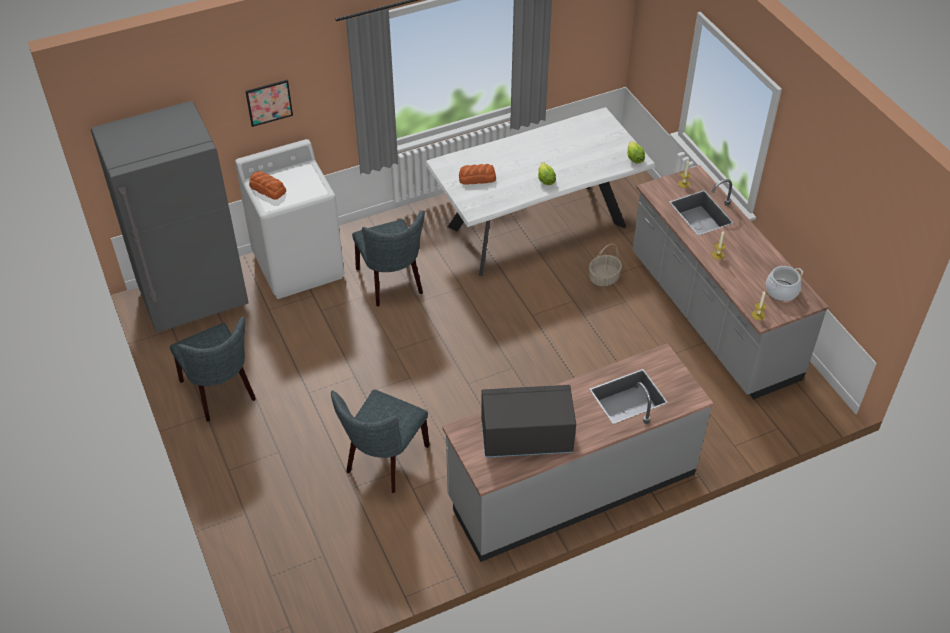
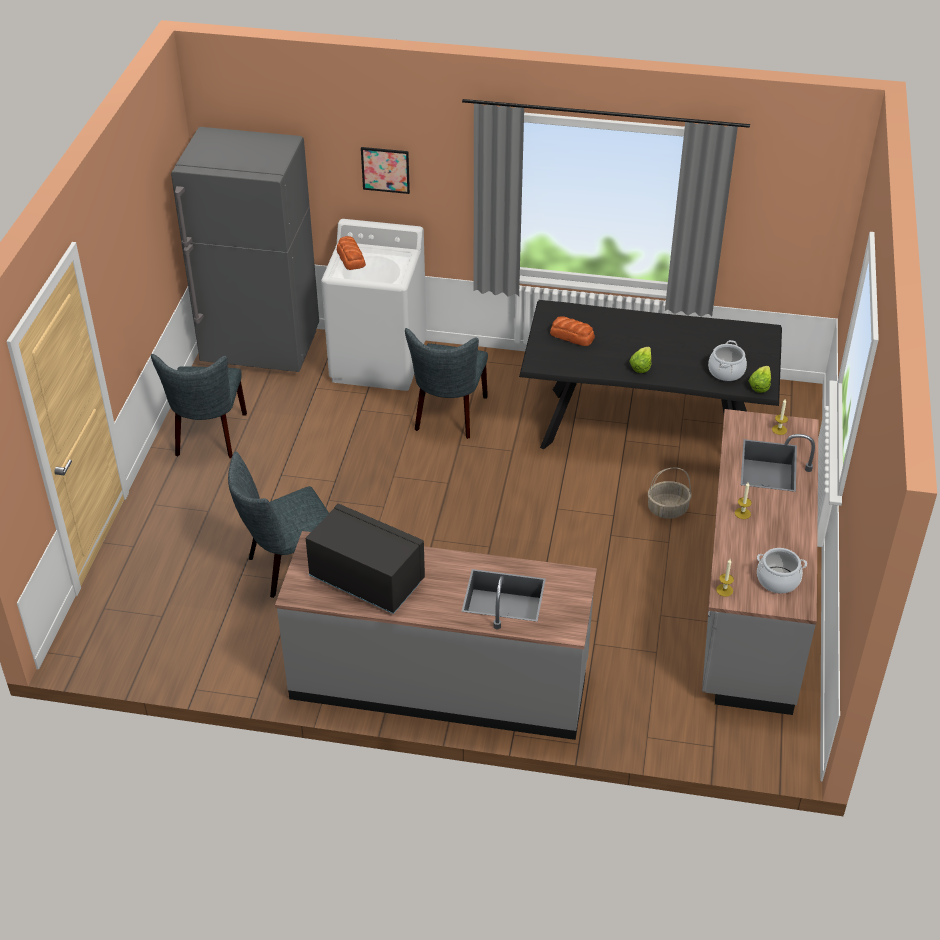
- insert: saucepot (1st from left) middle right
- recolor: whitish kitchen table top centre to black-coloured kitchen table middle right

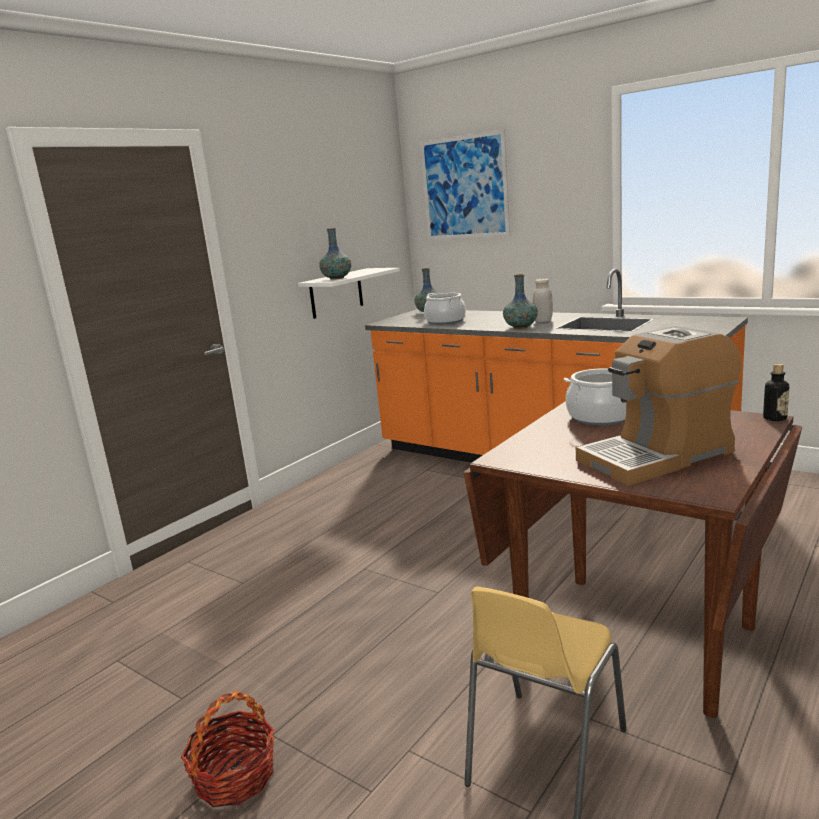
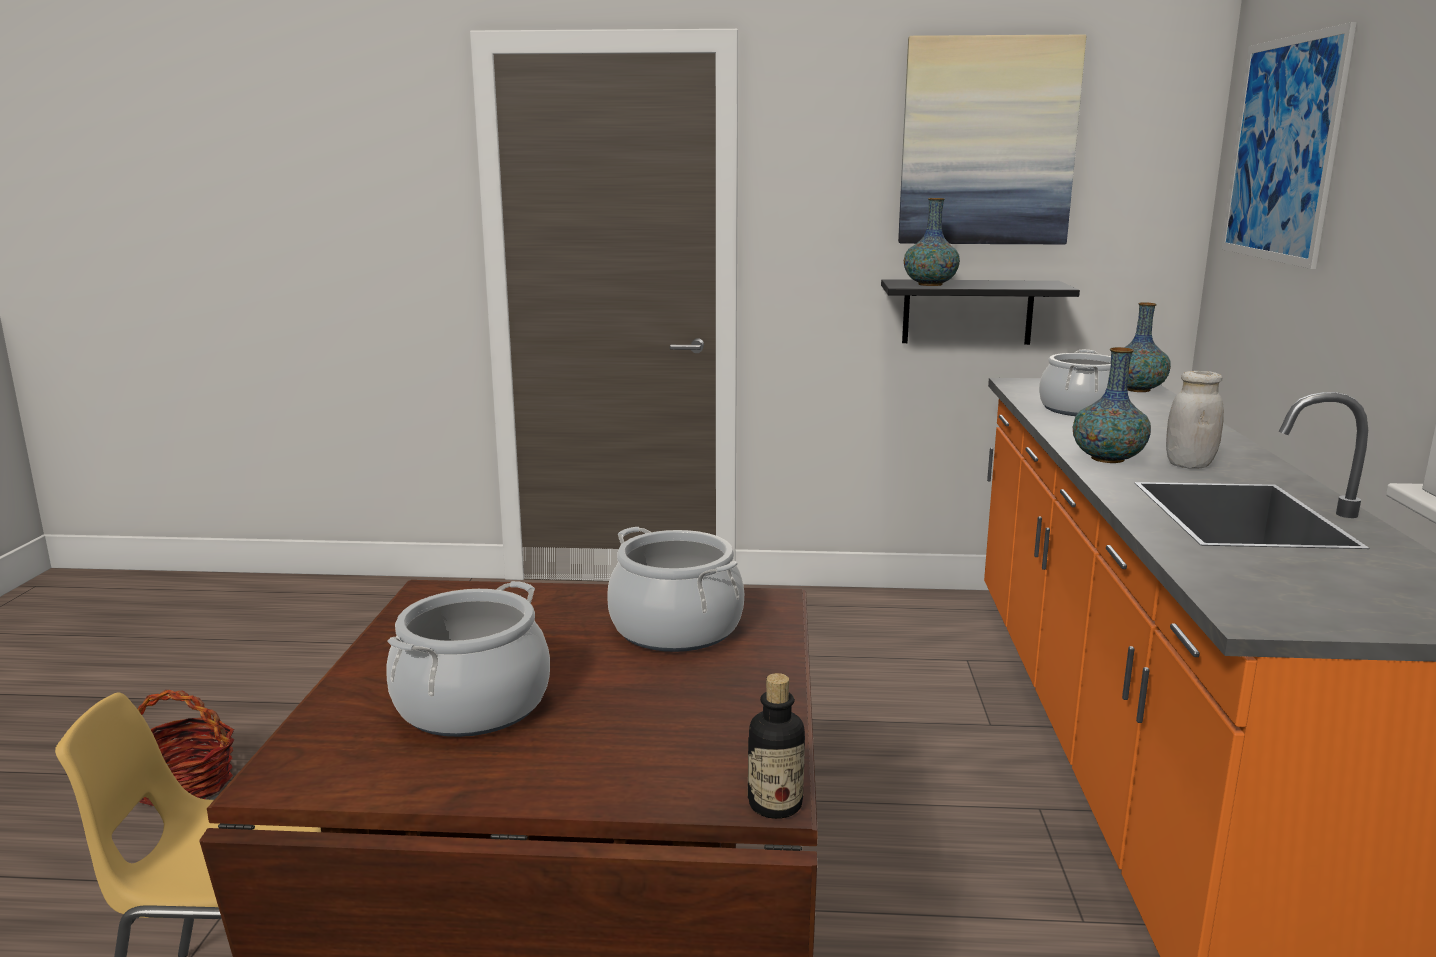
- insert: picture (1st from left) top right
- replace: coffee maker middle right to saucepot (1st from left) bottom left
- recolor: whitish bracket shelf centre to black-coloured bracket shelf top right

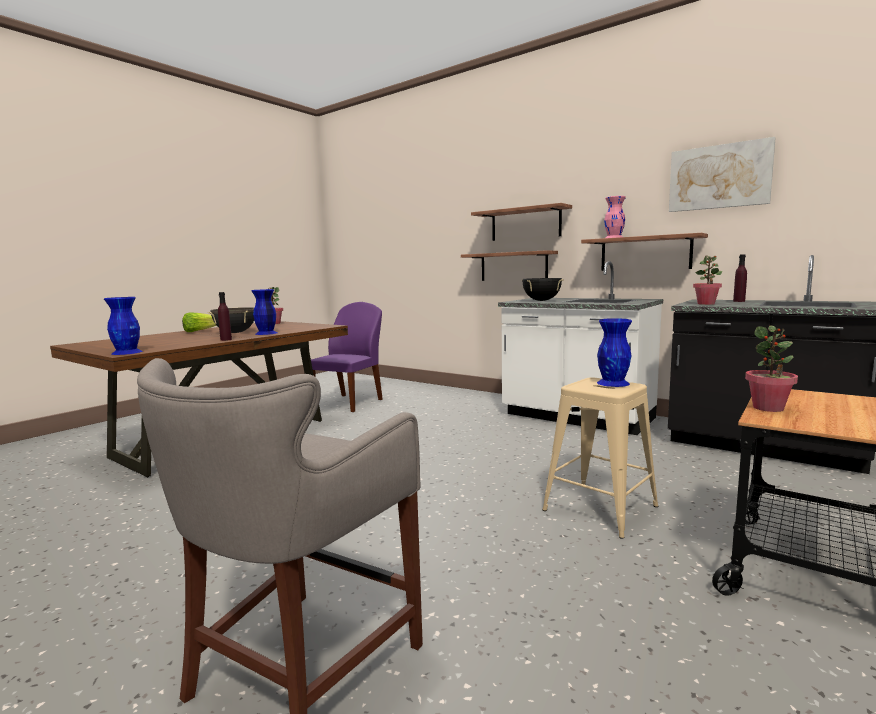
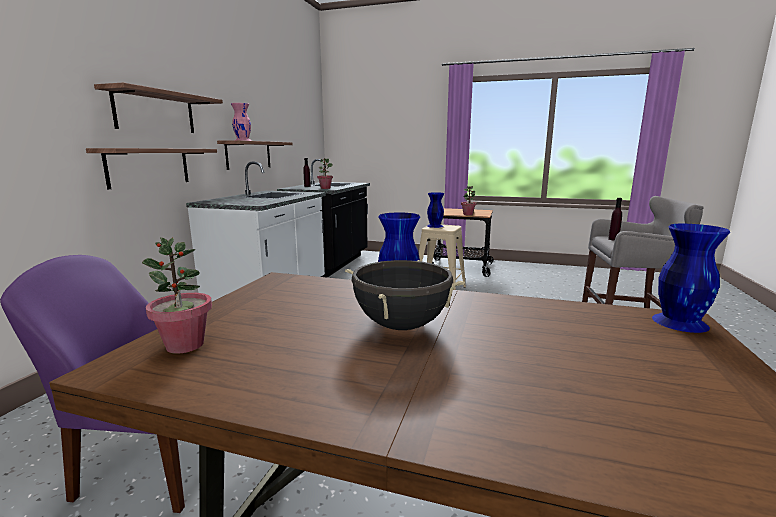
- delete: head of lettuce middle left
- delete: black-coloured saucepot (2nd from left) centre
- delete: picture top right
- move: purplish beverage bottle (1st from left in the first image) middle left to purplish beverage bottle (2nd from left) middle right

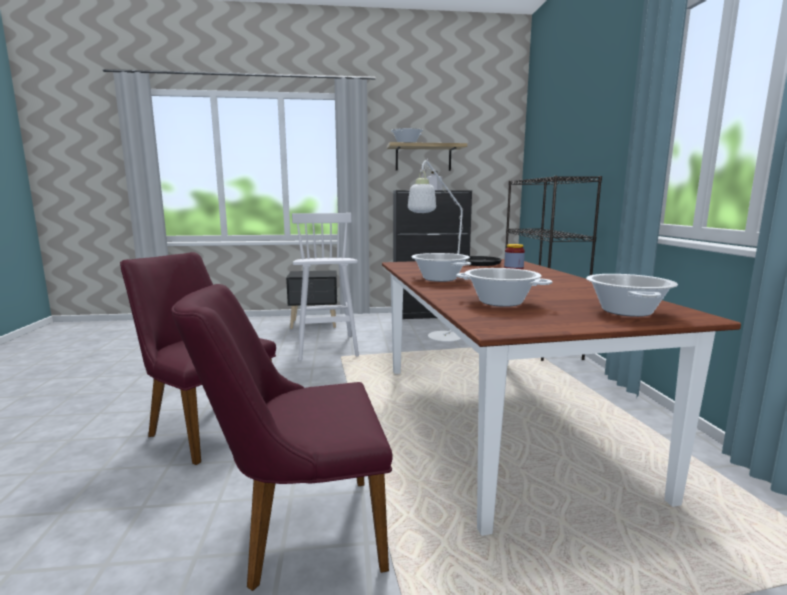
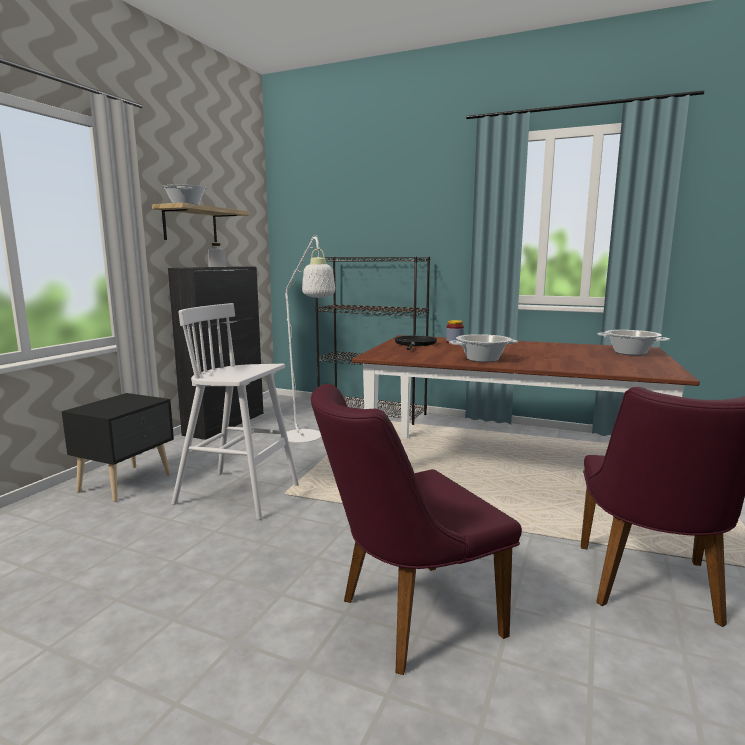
- delete: saucepot (3rd from left) centre

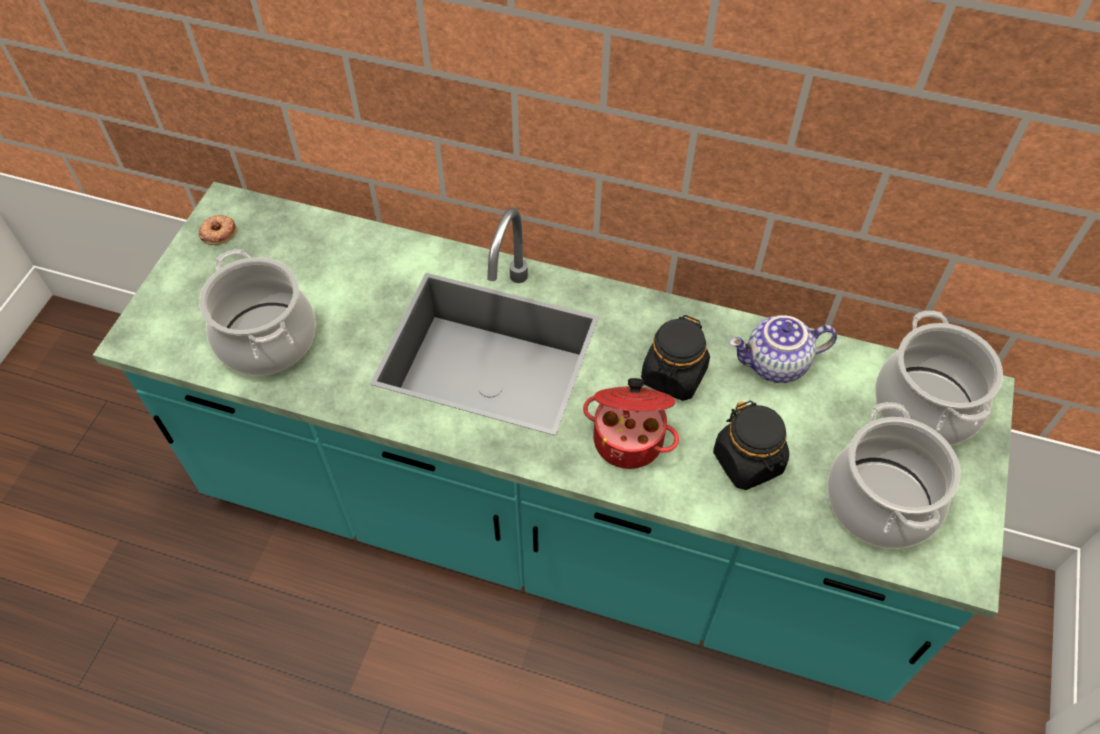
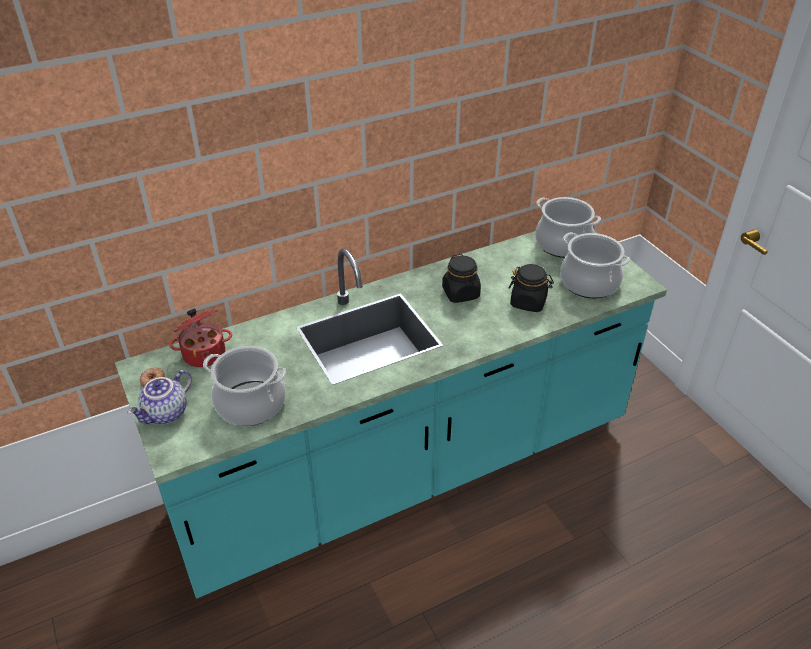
- move: saucepot (2nd from left in the first image) centre to saucepot (1st from left) middle left
- move: tea pot middle right to middle left

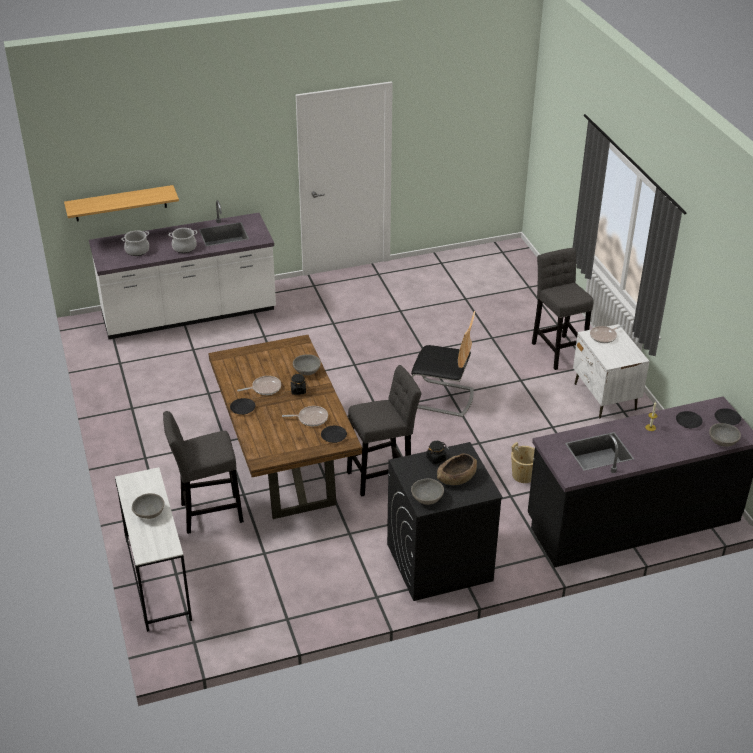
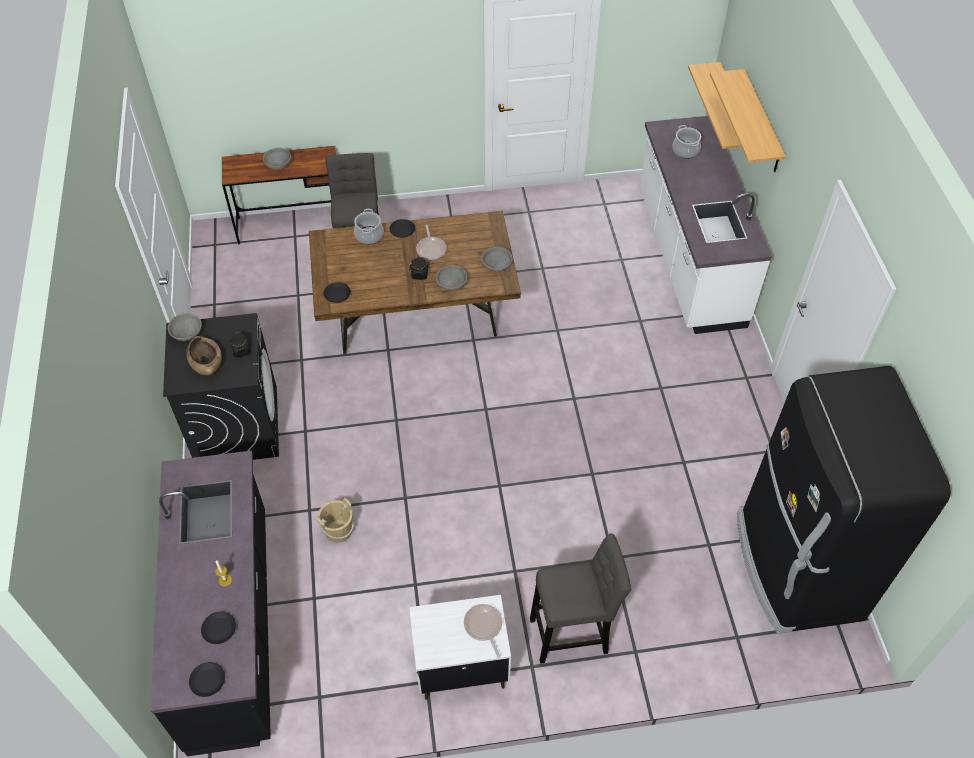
- delete: pan (2nd from left) centre
- delete: gray sitting stool (2nd from left) centre
- delete: chair centre
- insert: bracket shelf (2nd from left) top right
- insert: black-coloured fridge middle right
- move: saucepot (2nd from left in the first image) top left to saucepot (1st from left) top centre
- move: gray serving bowl (4th from left) middle right to centre
- recolor: whitish desk unit bottom left to brown desk unit top left

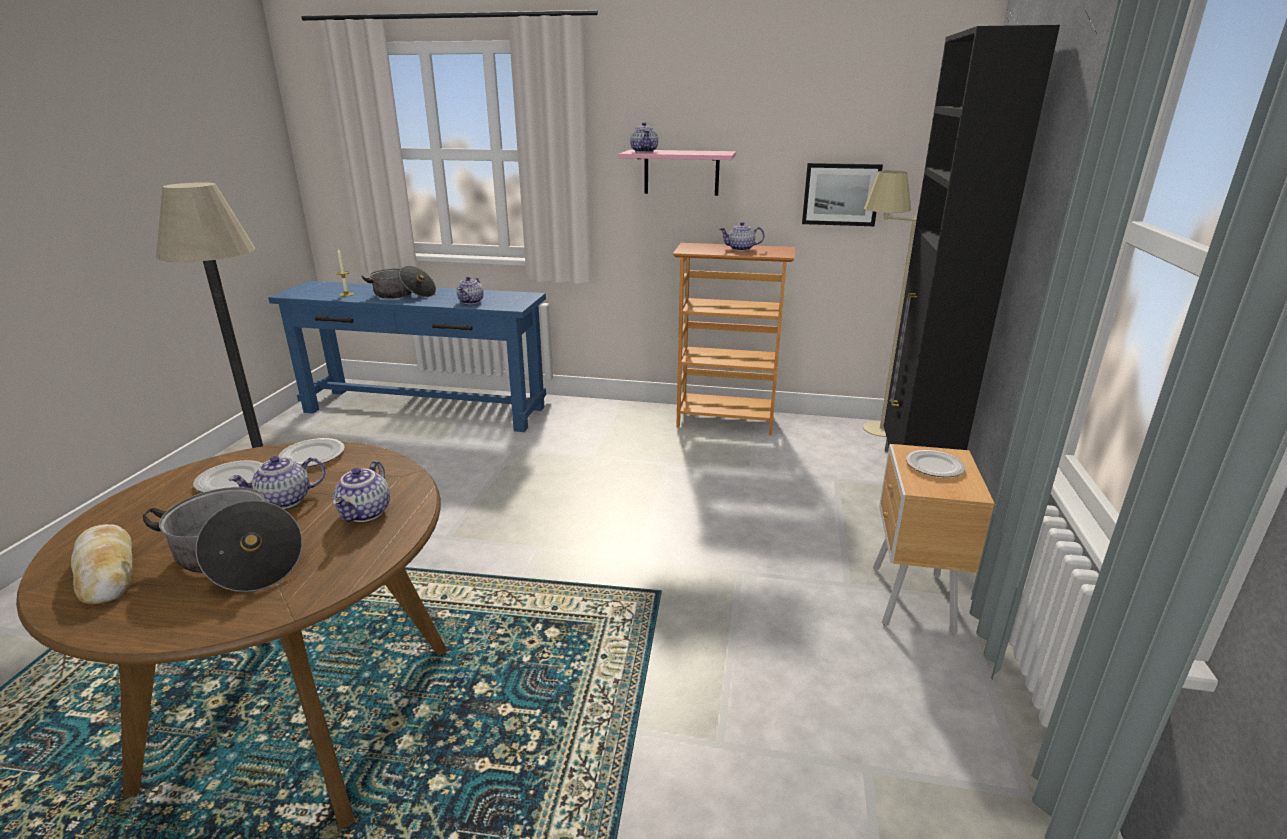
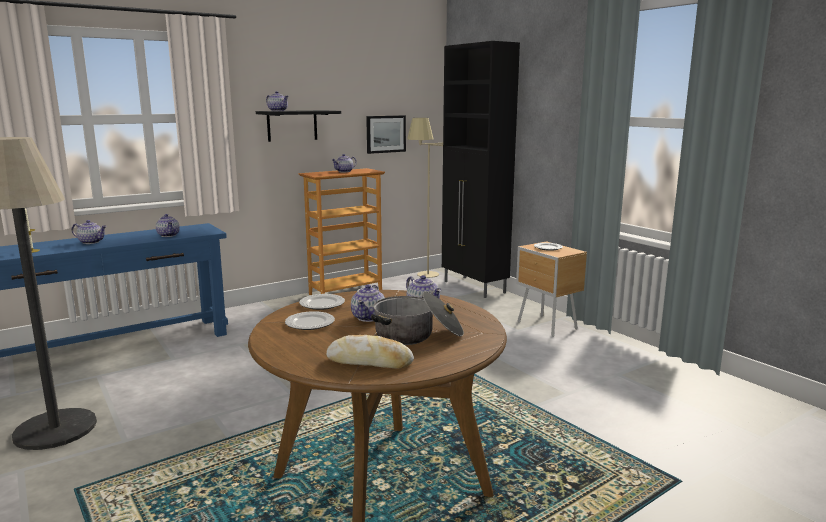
- replace: saucepot (2nd from left) middle left to tea pot (1st from left) middle left
- recolor: pink bracket shelf top centre to black-coloured bracket shelf top centre

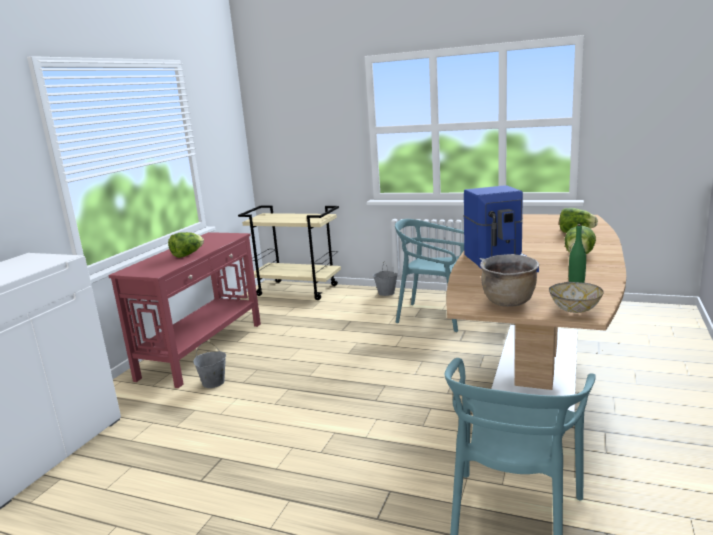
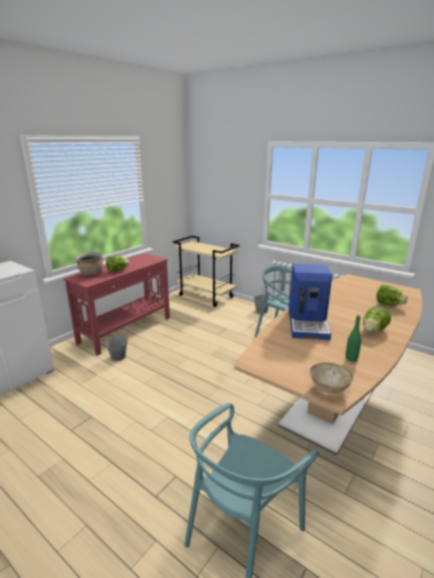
- move: brown saucepot middle right to middle left

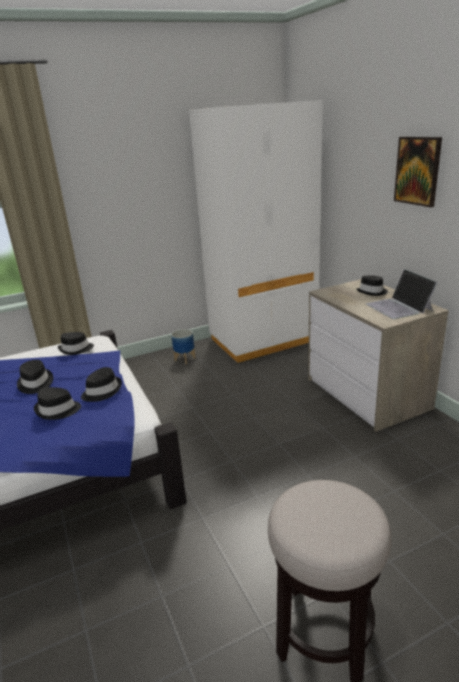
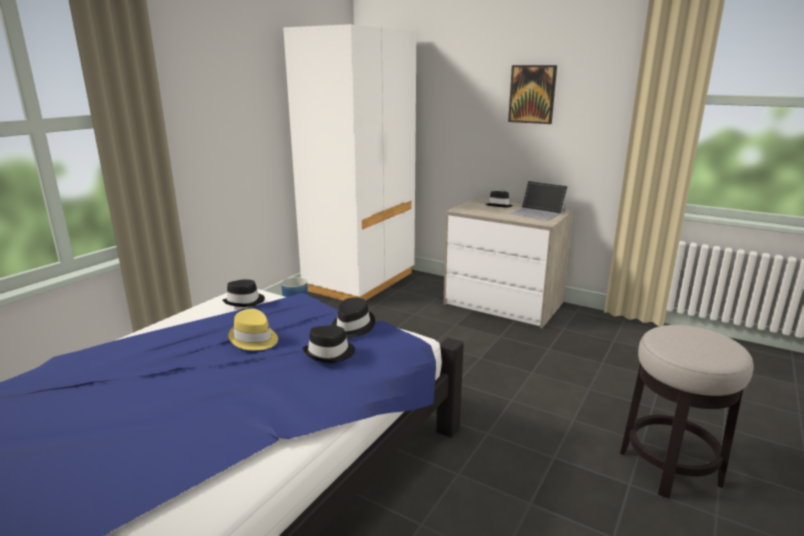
- recolor: black-coloured wearable hat (1st from left) middle left to yellow wearable hat middle left

